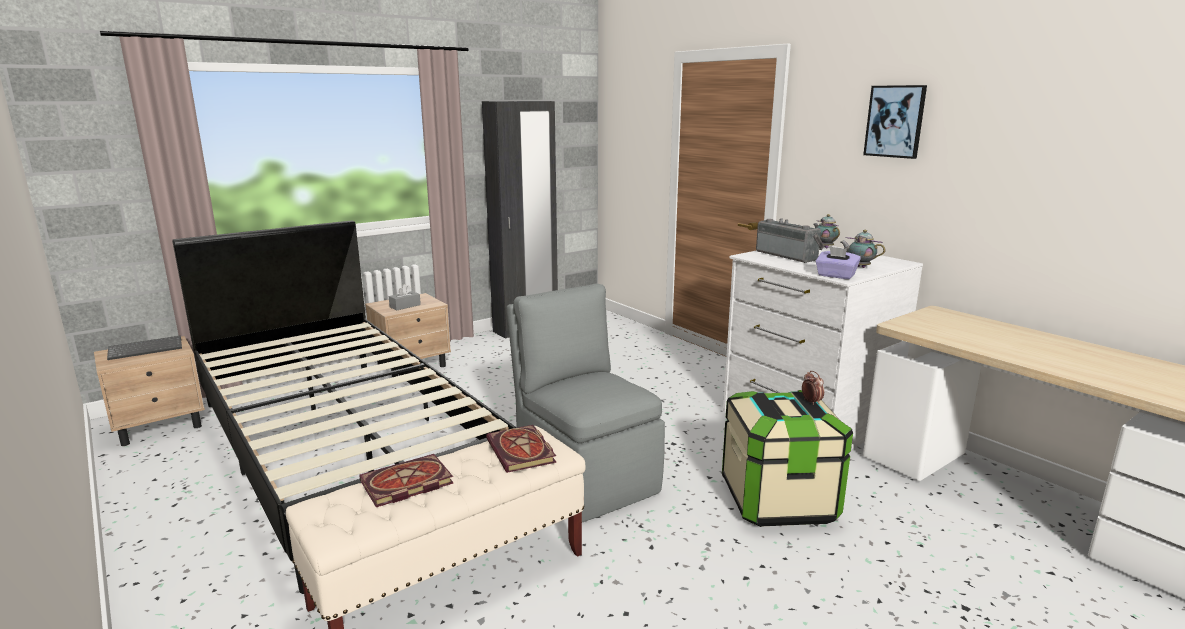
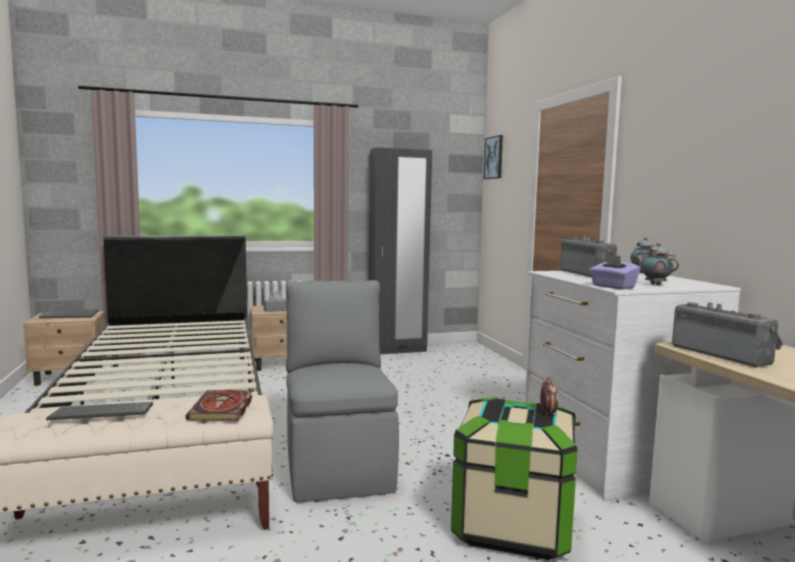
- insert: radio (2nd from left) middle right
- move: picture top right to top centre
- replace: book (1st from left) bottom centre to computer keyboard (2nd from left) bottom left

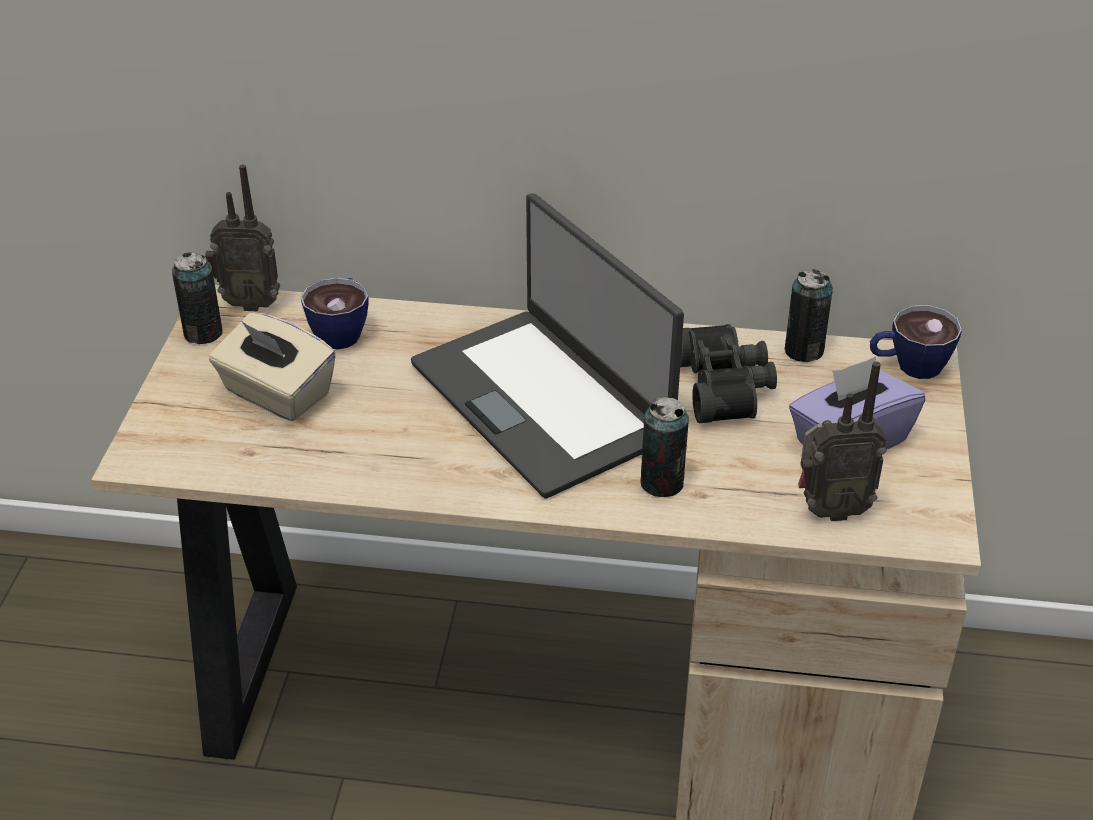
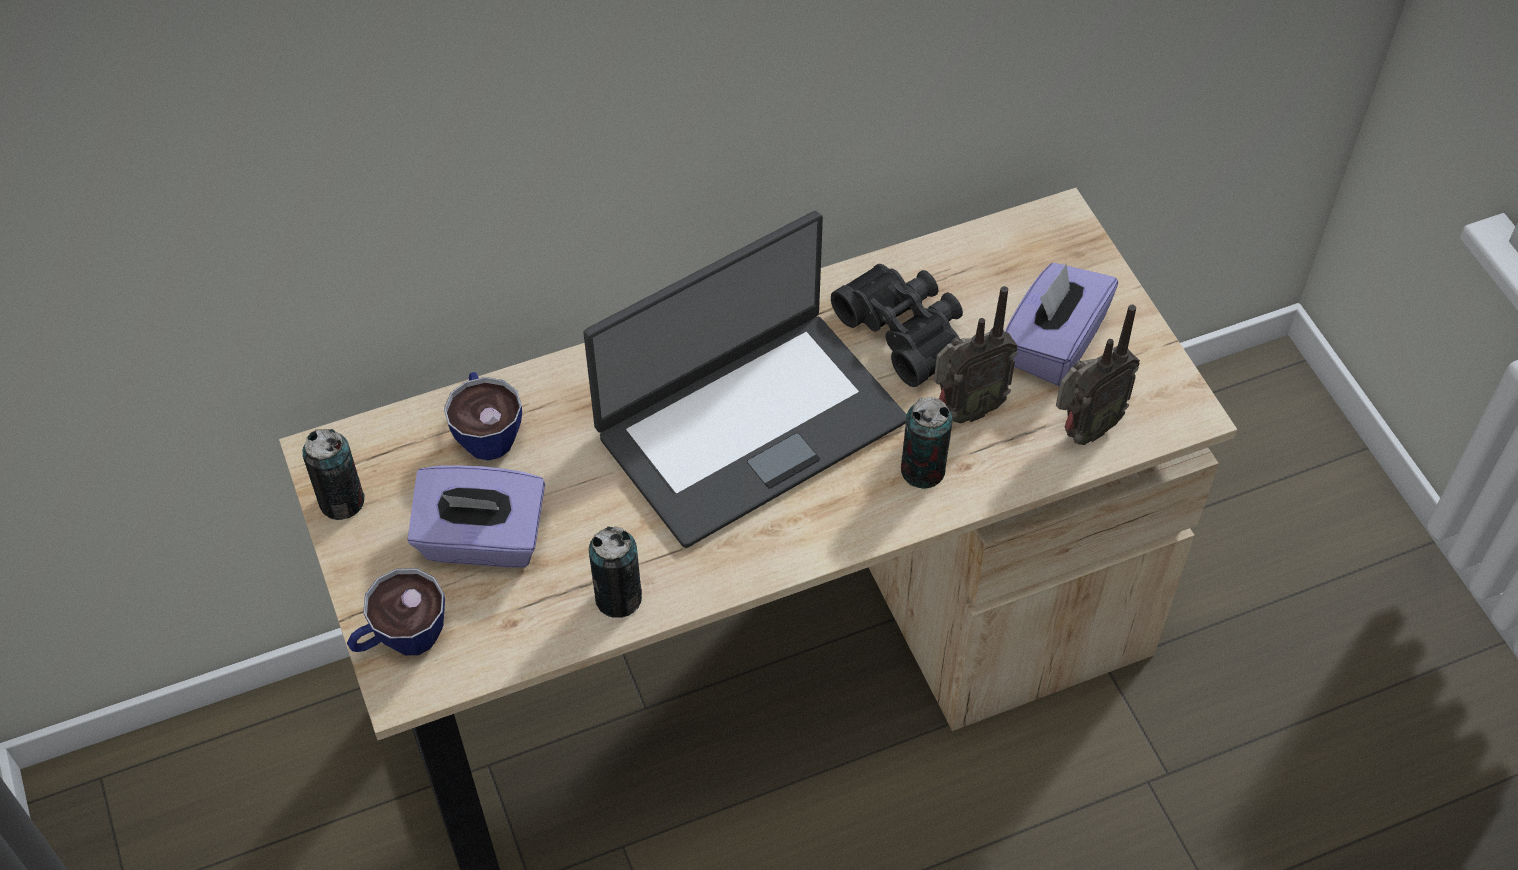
- move: radio (1st from left) top left to centre
- move: sealed can (3rd from left in the first image) middle right to sealed can (2nd from left) centre
- move: cup (2nd from left in the first image) middle right to cup (1st from left) bottom left
- recolor: sand-coloured box of tissues middle left to purplish box of tissues (1st from left) middle left
- rotate: laptop centre = centre 60 degrees counterclockwise

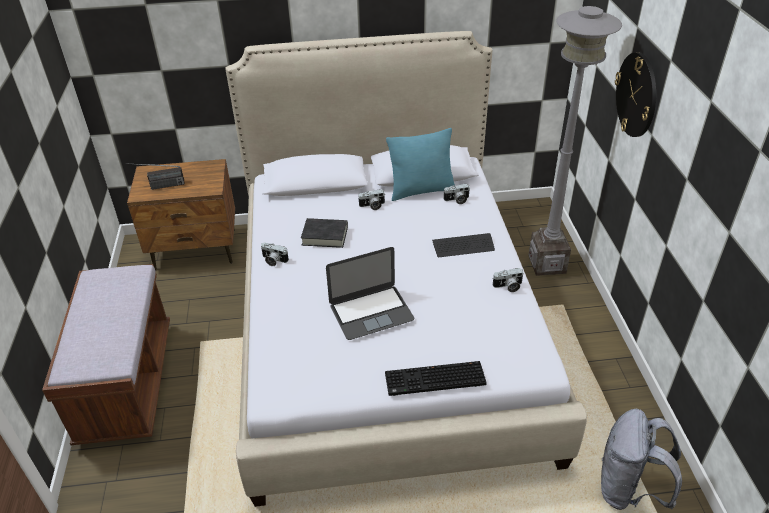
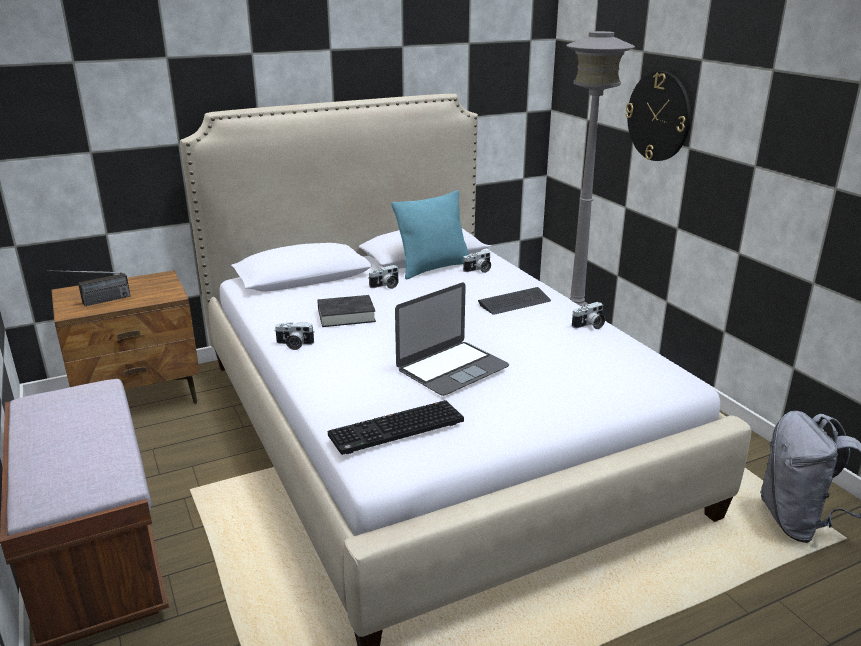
- move: computer keyboard (1st from left) bottom centre to centre

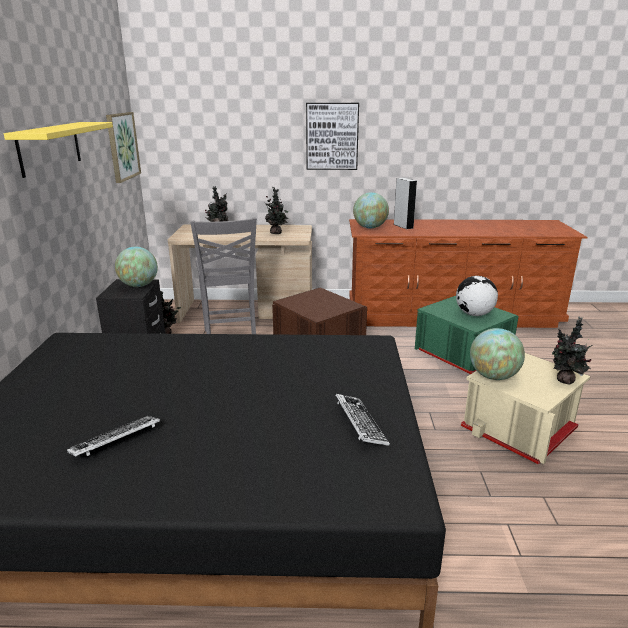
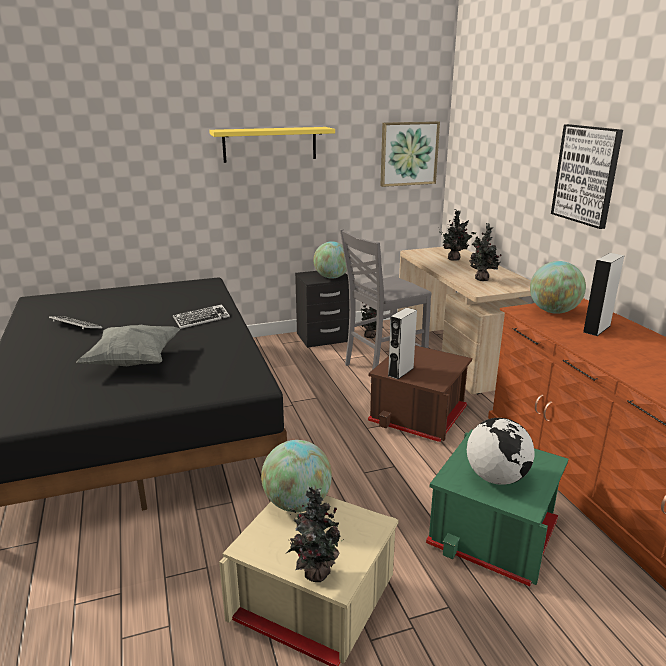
- insert: gray pillow middle left
- insert: gray loudspeaker (1st from left) centre
- move: computer keyboard (2nd from left) bottom centre to middle left

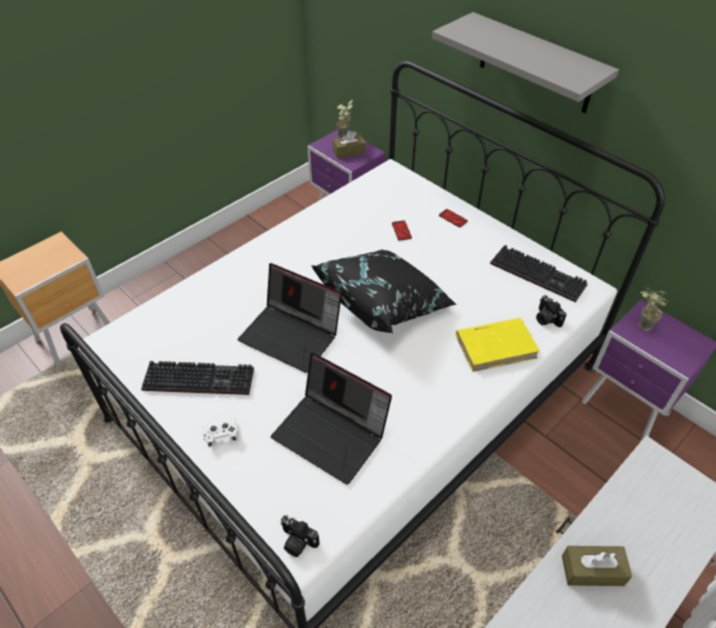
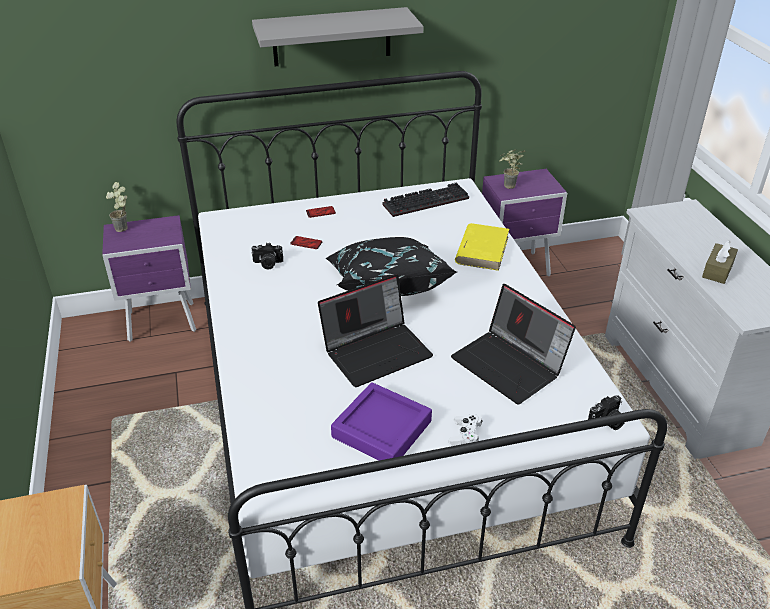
- delete: brown box of tissues (1st from left) top centre
- move: still camera (2nd from left in the first image) middle right to still camera (1st from left) centre
- replace: computer keyboard (1st from left) middle left to purplish serving tray bottom centre
- rotate: laptop (2nd from left) bottom centre = centre 75 degrees clockwise

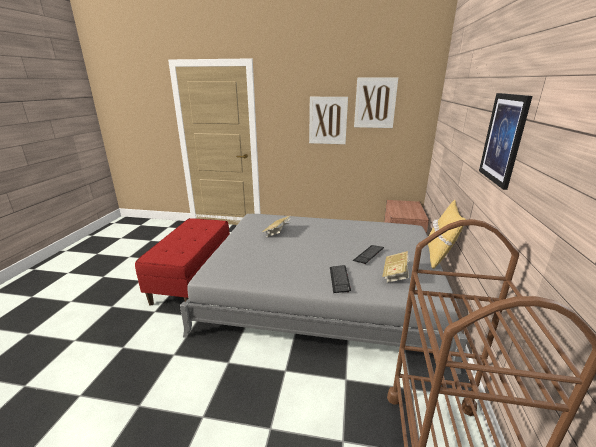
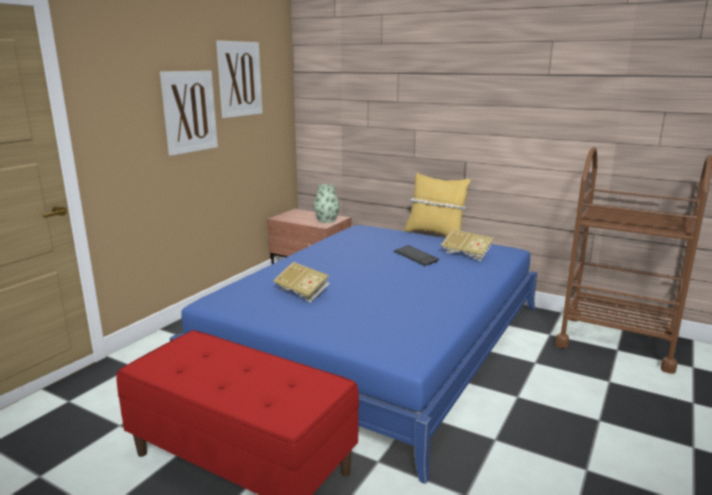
- delete: computer keyboard (1st from left) centre
- delete: picture (3rd from left) top right
- insert: decorative vase centre
- recolor: gray bedroom bed centre to blue bedroom bed bottom centre

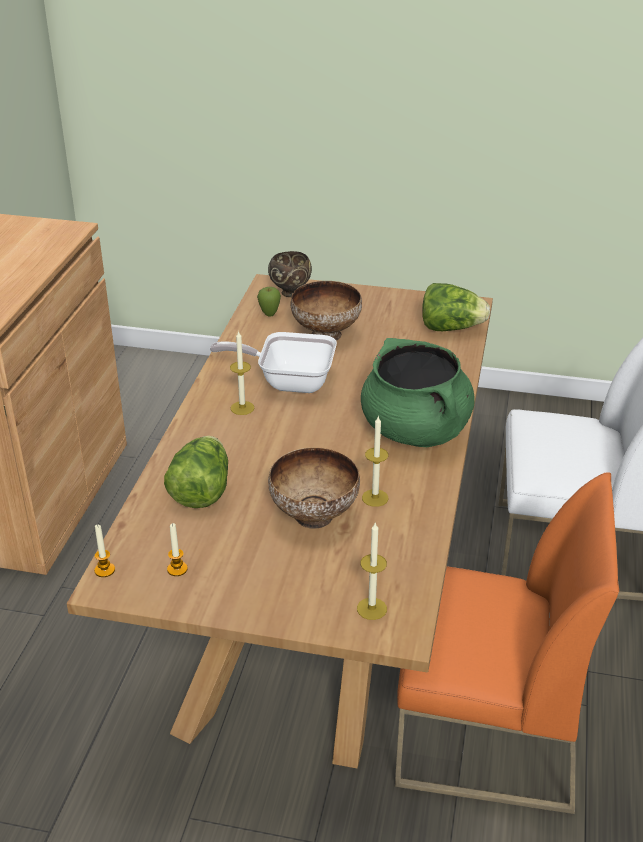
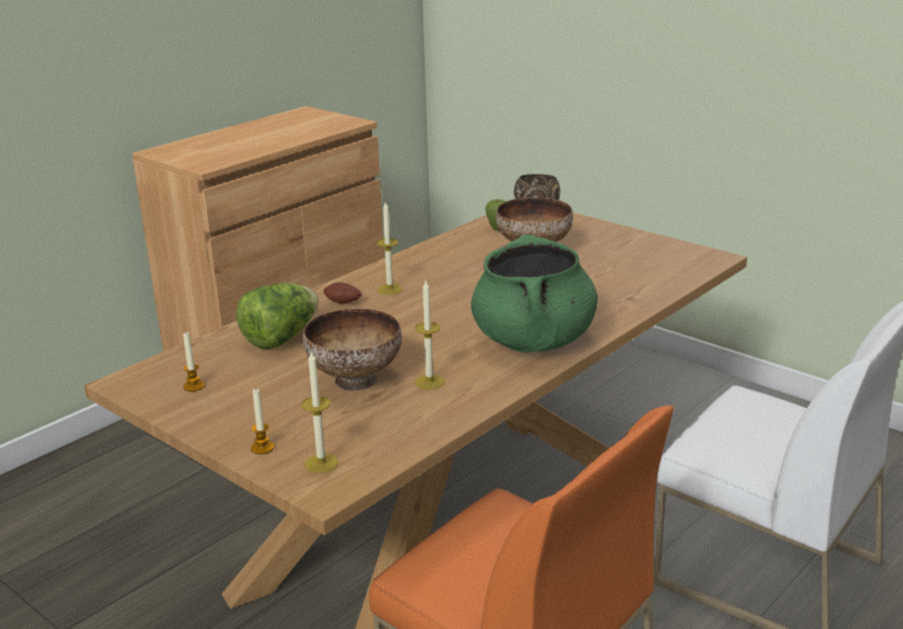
- delete: pan centre
- delete: head of lettuce (2nd from left) middle right
- insert: spud centre
- move: wax light (1st from left in the first image) middle left to wax light (2nd from left) bottom left

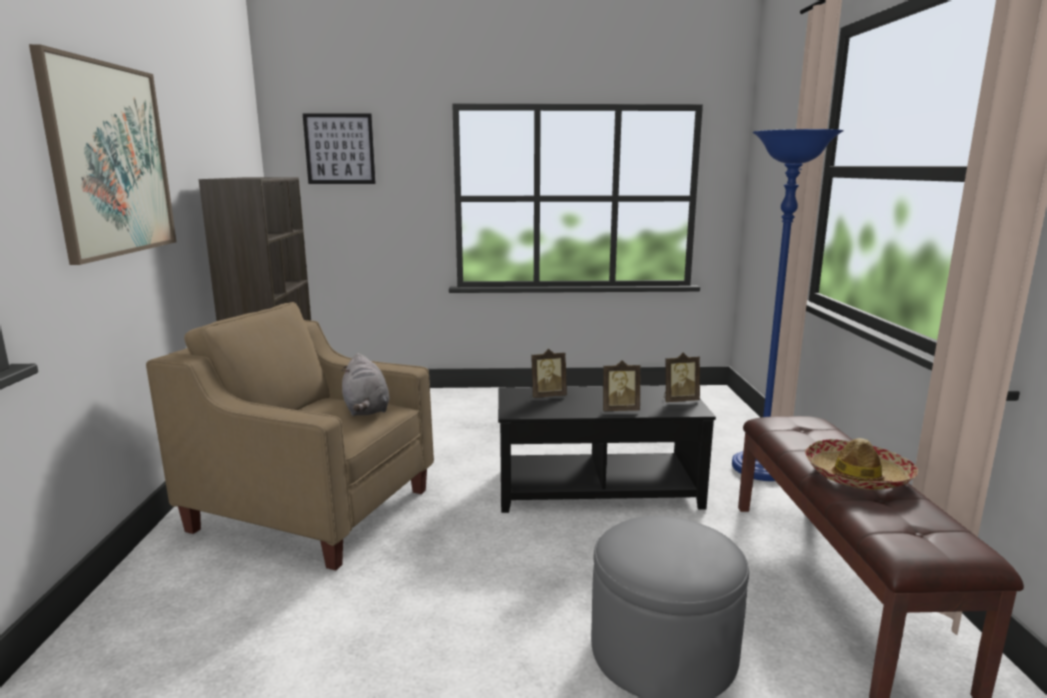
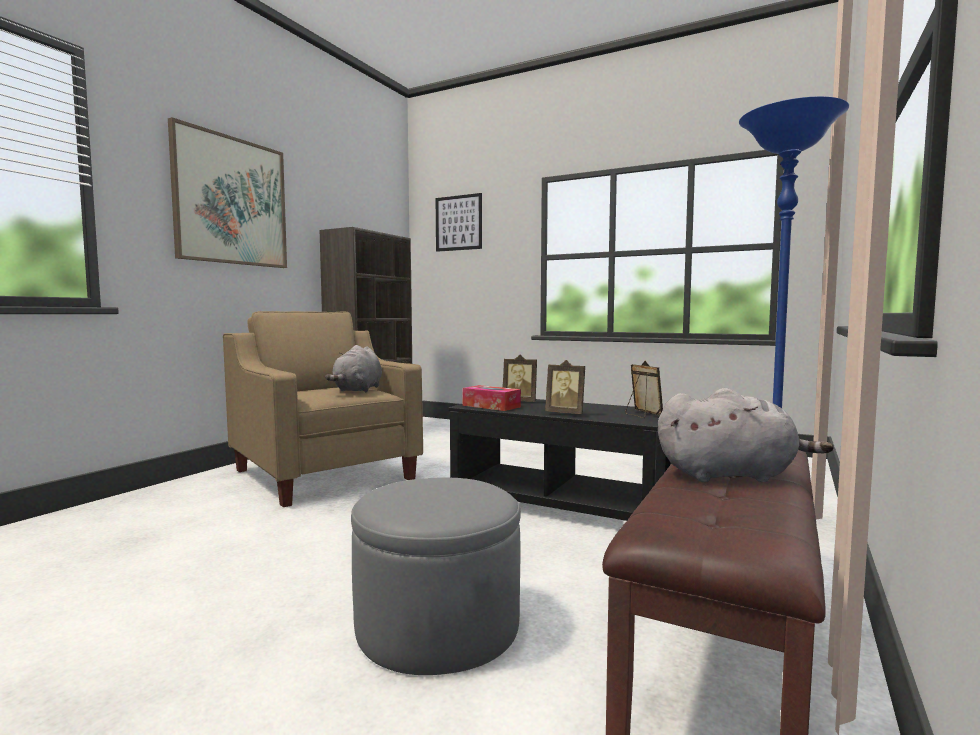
- insert: box of tissues centre
- replace: wearable hat middle right to gray plush toy (2nd from left) middle right
- rotate: photo frame (3rd from left) centre = centre 135 degrees counterclockwise

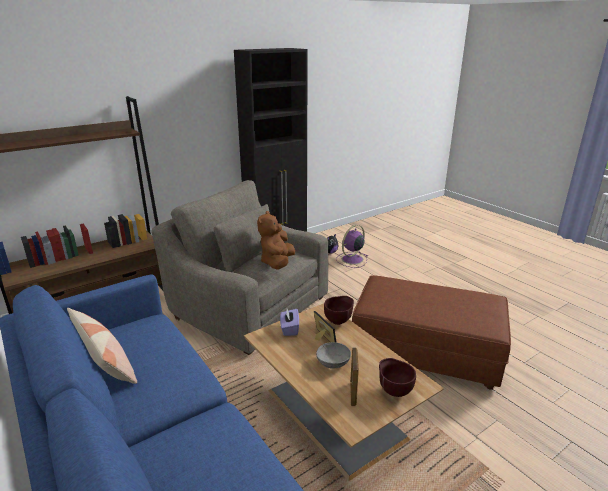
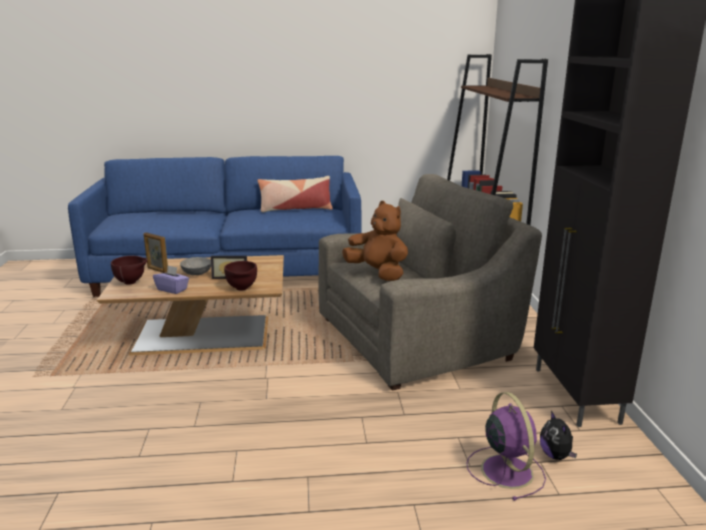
- delete: brown footrest bottom right
- move: purplish box of tissues centre to middle left

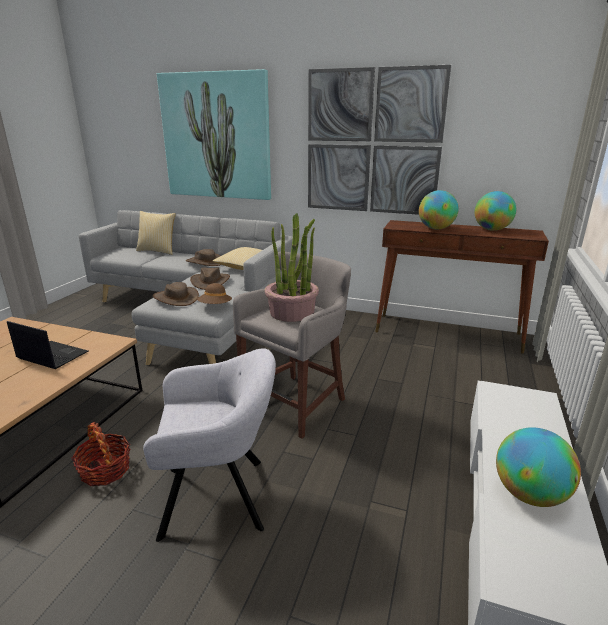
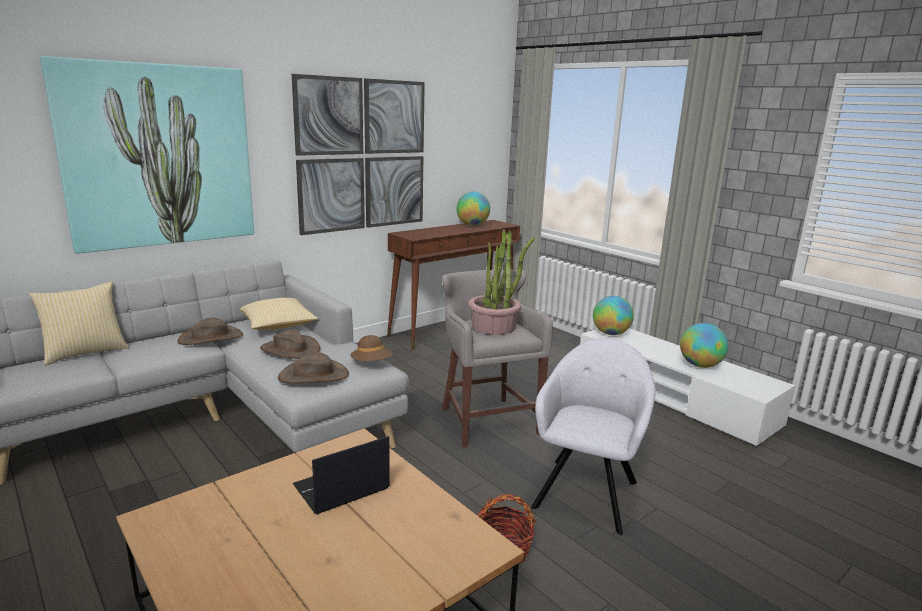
- move: world globe (1st from left in the first image) middle right to world globe (2nd from left) centre

